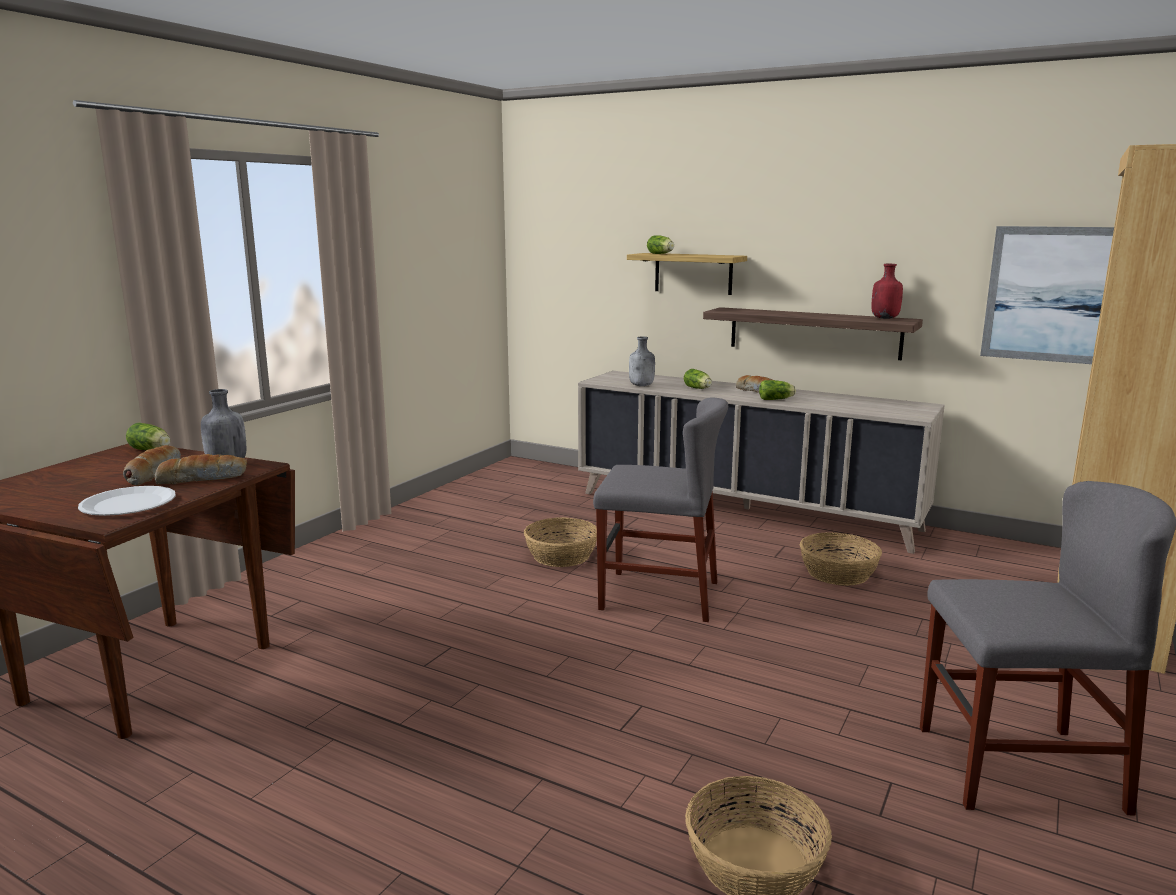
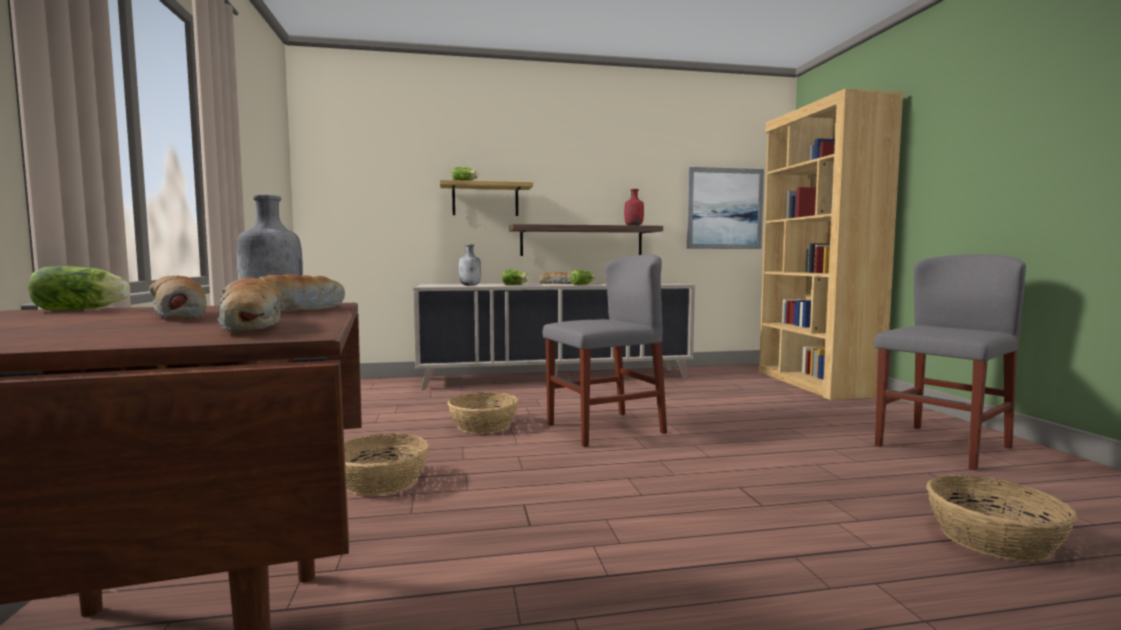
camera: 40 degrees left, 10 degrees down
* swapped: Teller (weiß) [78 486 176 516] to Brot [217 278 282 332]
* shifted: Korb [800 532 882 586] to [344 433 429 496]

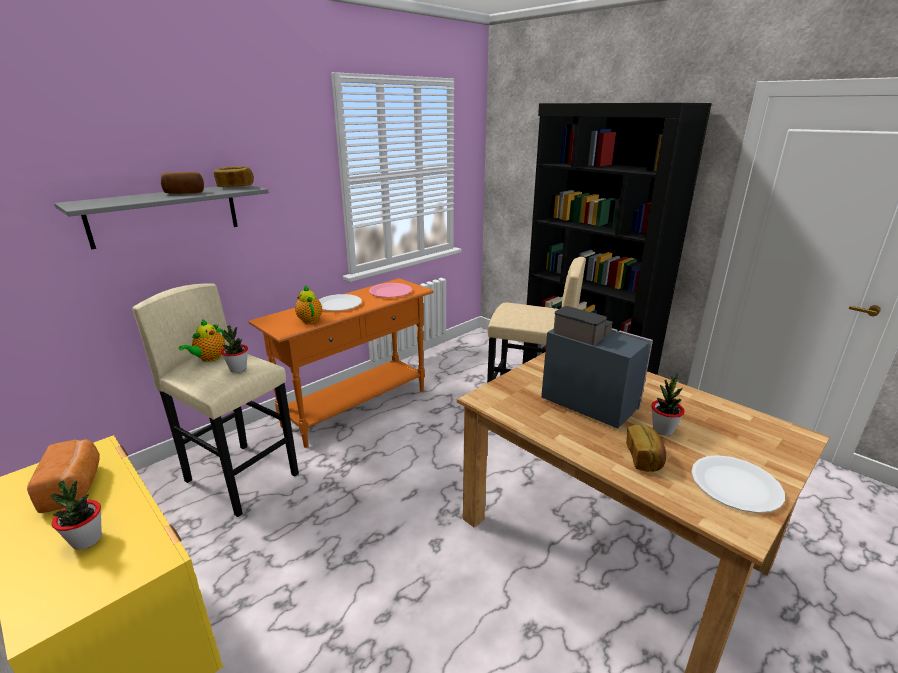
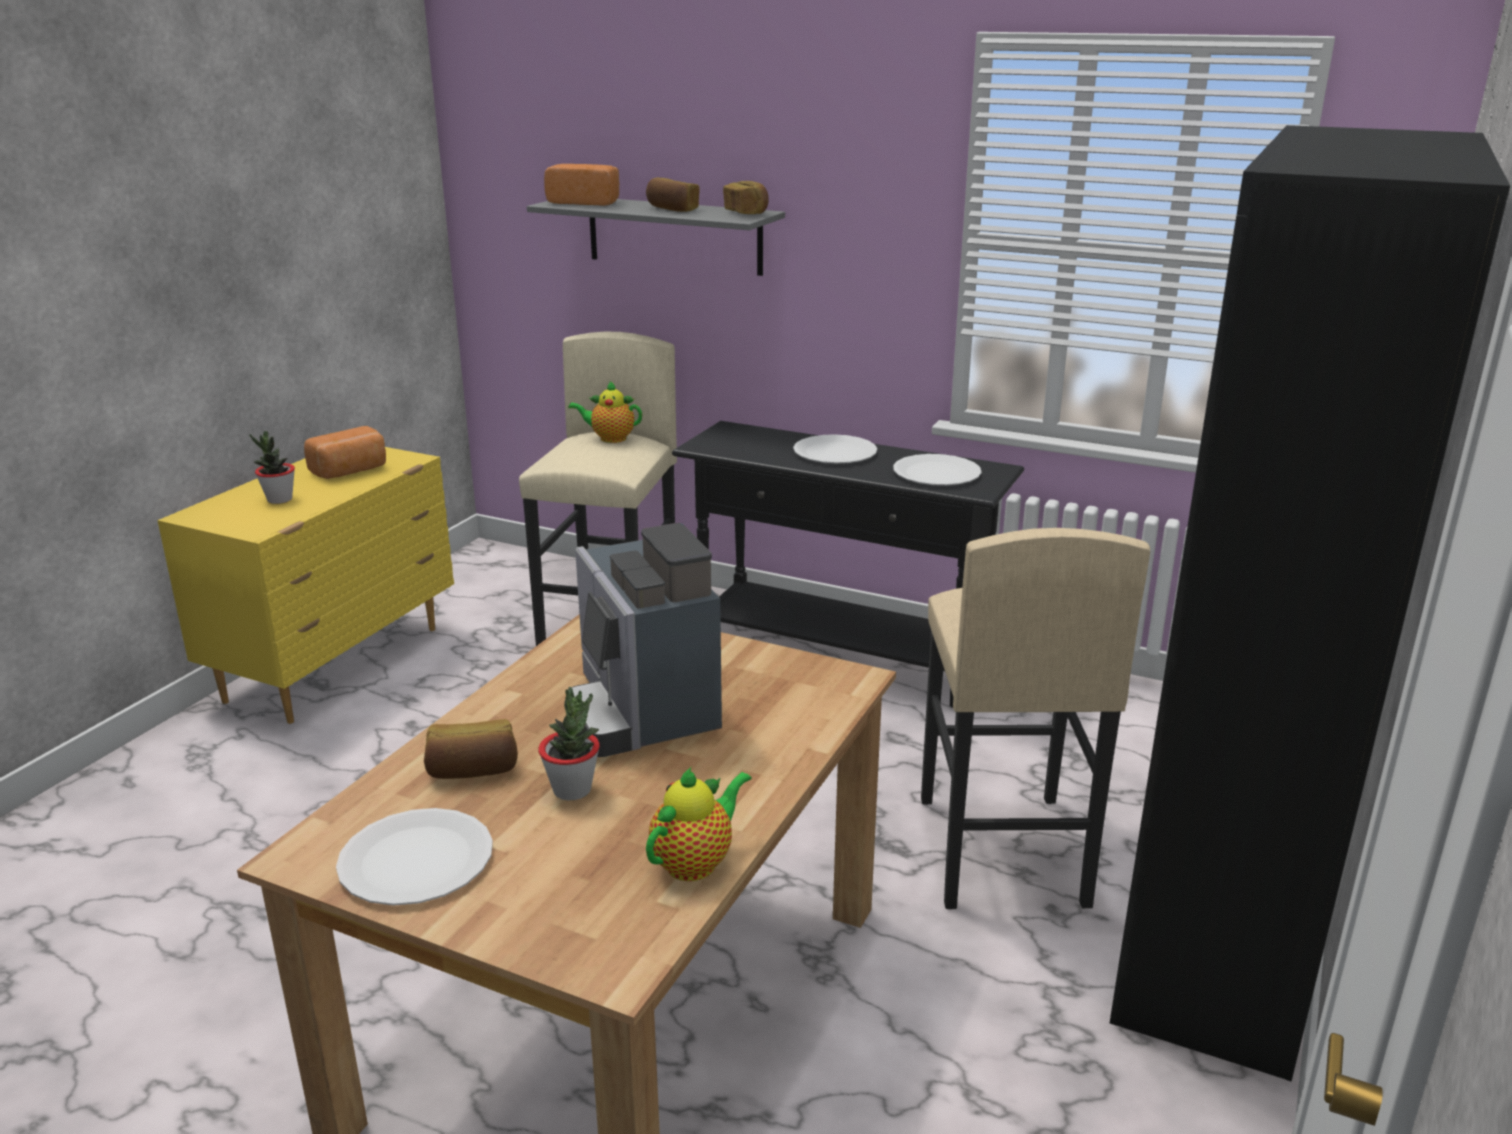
camera: 70 degrees right, 0 degrees up
* gone: Topfpflanze [221 325 248 373]
* repainted: Konsolentisch (orange) [248 278 434 448] to Konsolentisch (schwarz) [672 421 1024 708]
* shifted: Teekanne [295 285 322 324] to [646 767 752 881]
* repainted: Teller (rosa) [369 283 412 298] to Teller (weiß) [893 454 981 485]
* rotated: Kaffeemaschine [541 306 653 428] = [571 523 722 757] 135 degrees clockwise
* new: Brot [544 164 619 206]

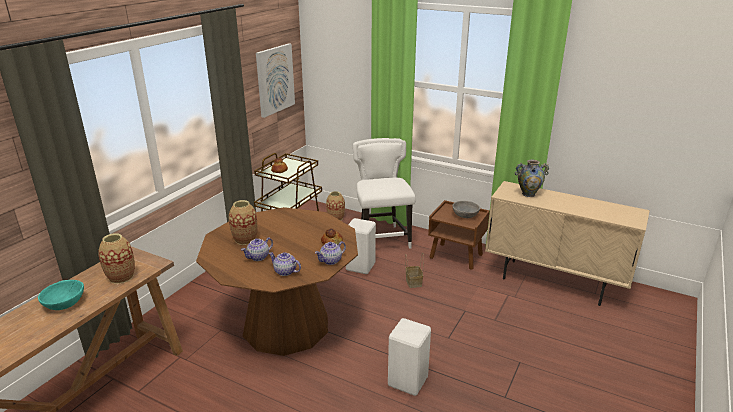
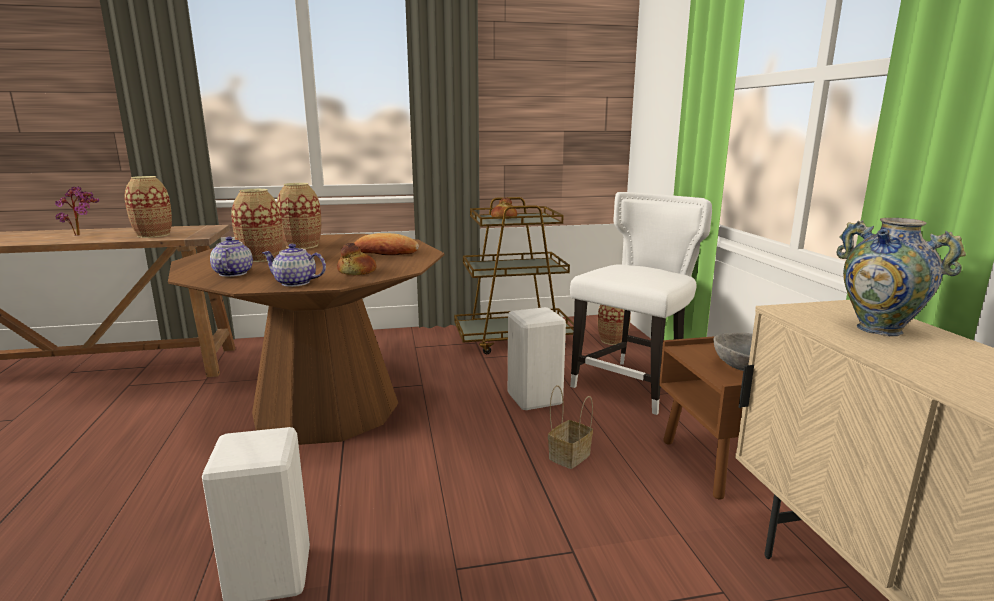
camera: 50 degrees right, 10 degrees down
* swapped: Schüssel (türkis) [38 280 84 310] to Topfpflanze [55 186 99 236]
* swapped: Teekanne [241 238 273 261] to Vase [231 189 283 262]
* gone: Bild [256 43 295 118]
* new: Brot [355 233 419 255]

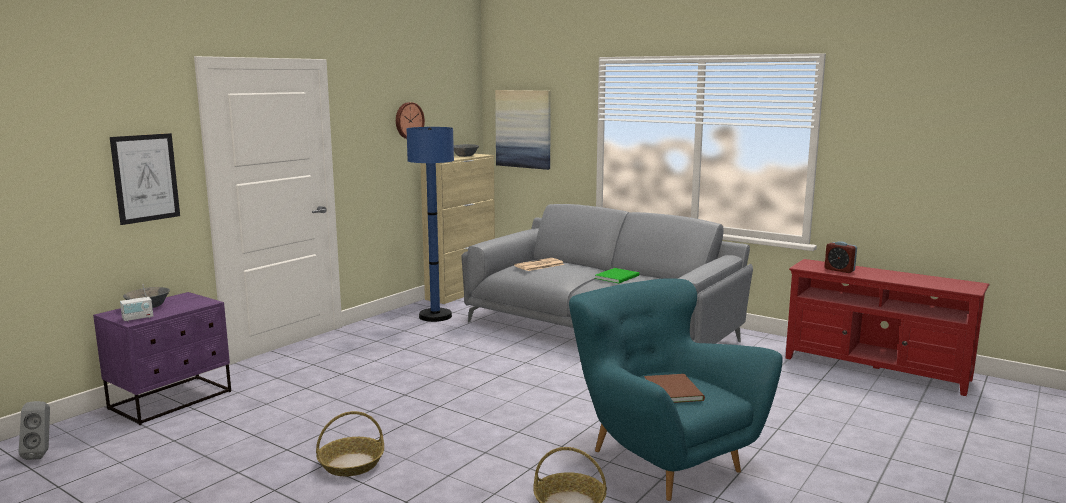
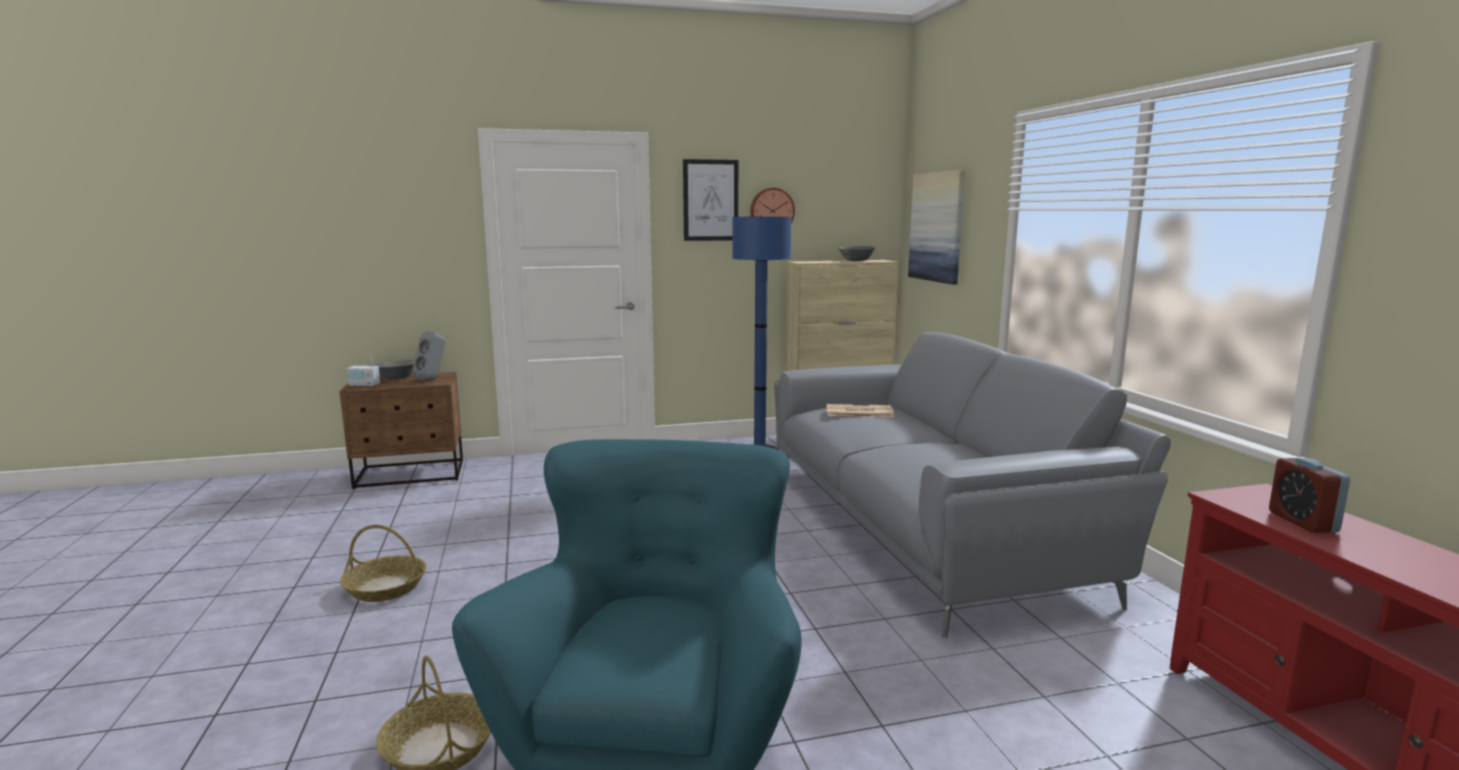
camera: 40 degrees right, 0 degrees up
* shifted: Lautsprecher (grau) [19 401 50 460] to [412 331 446 380]
* repainted: Nachttisch (lila) [93 292 231 425] to Nachttisch (braun) [340 372 463 489]
* shifted: Bild [110 133 180 225] to [683 159 738 241]
* gone: Buch (grün) [595 268 639 283]
* gone: Buch (braun) [644 374 705 403]

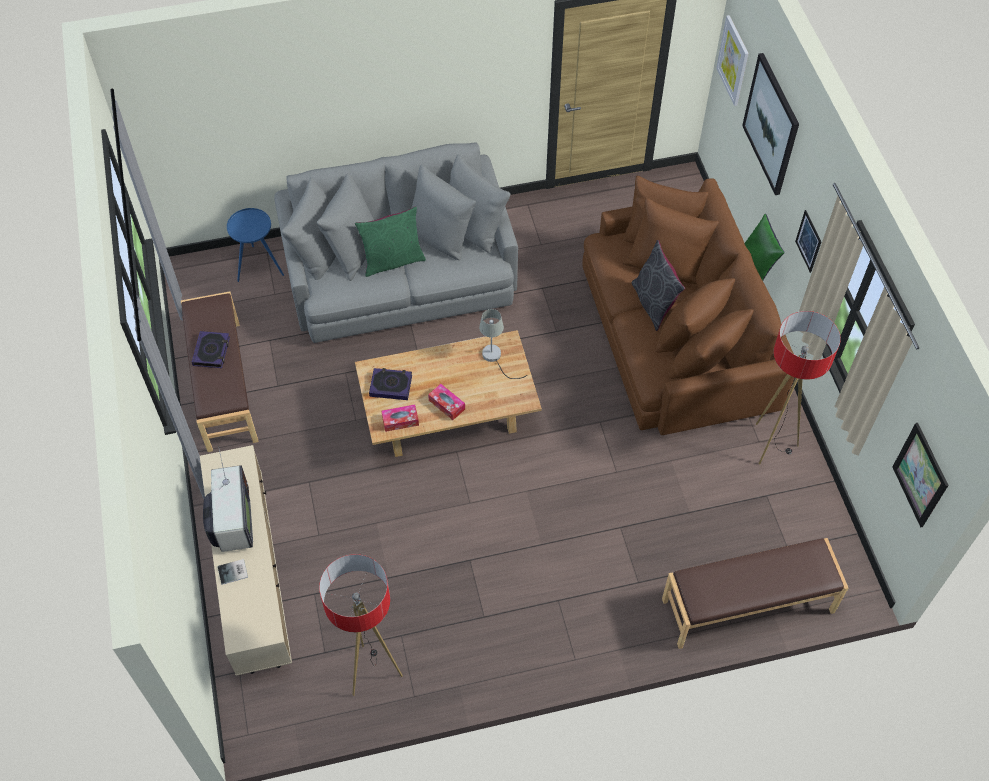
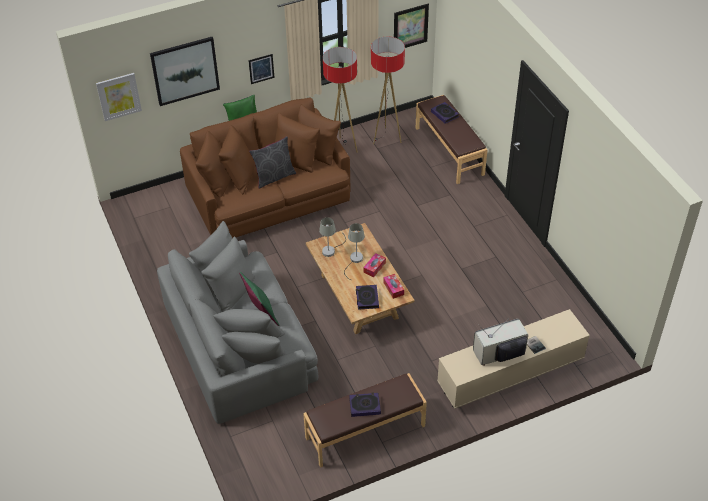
camera: 100 degrees left, 10 degrees down
* gone: Beistelltisch (blau) [227 208 284 282]
* shifted: Stehlampe [319 554 403 696] to [371 37 405 144]
* new: Tischlampe (grau) [344 223 365 280]
* new: Buch [431 102 459 124]

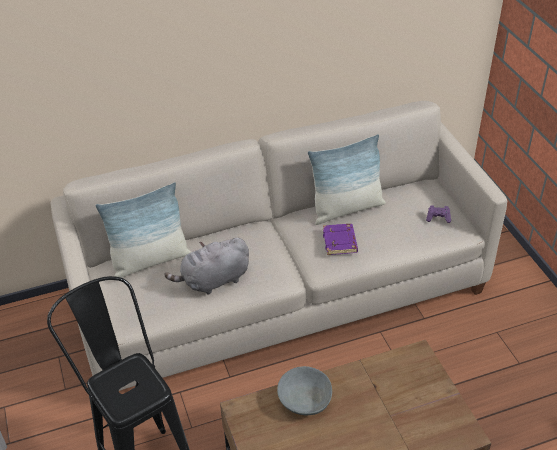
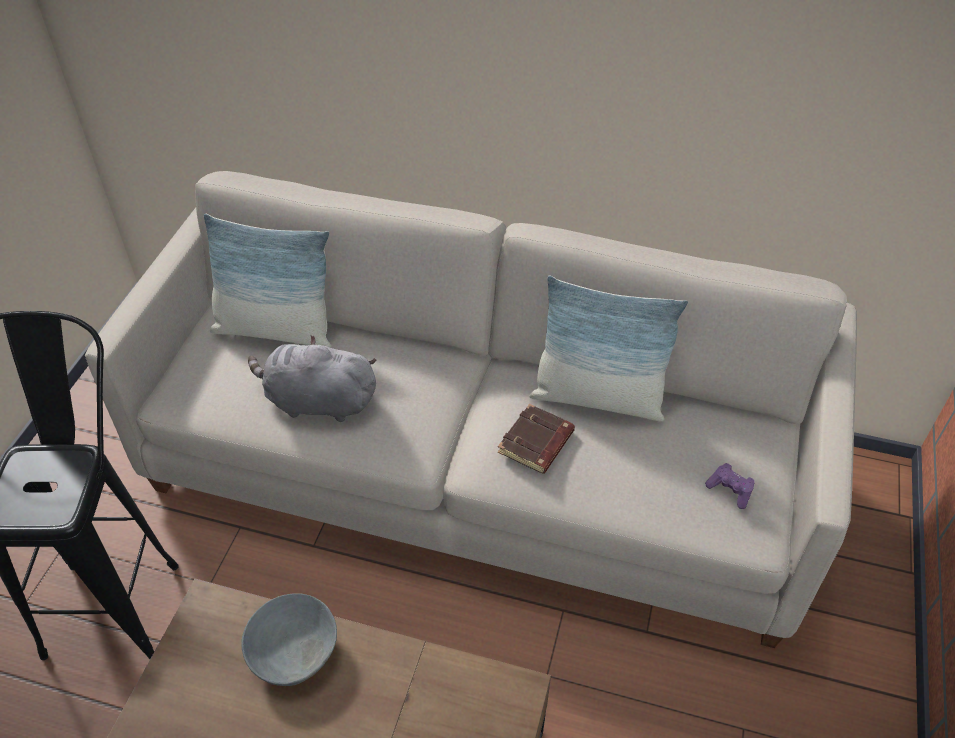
camera: 35 degrees right, 5 degrees up
* repainted: Buch (lila) [323 224 358 255] to Buch (braun) [498 404 575 474]

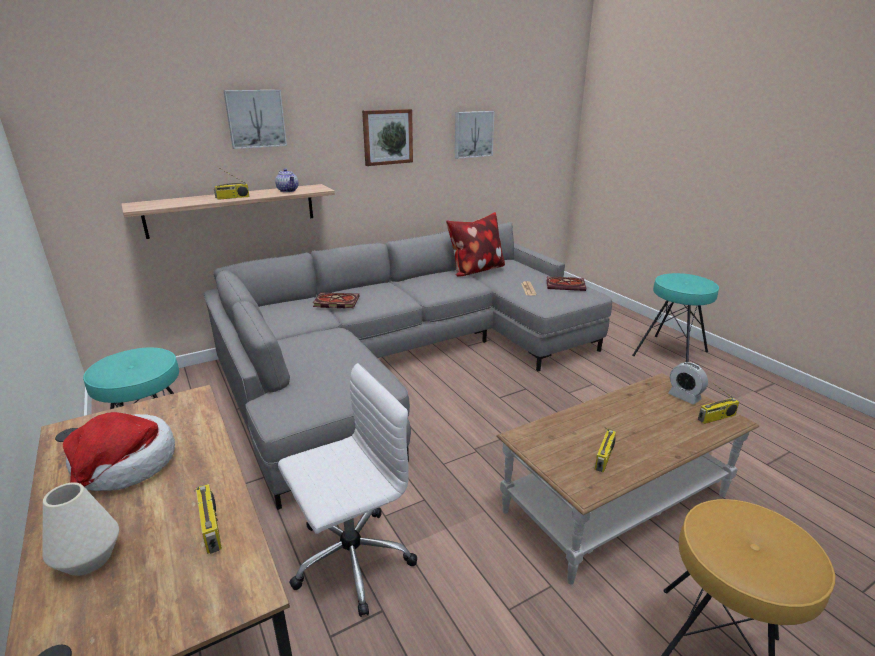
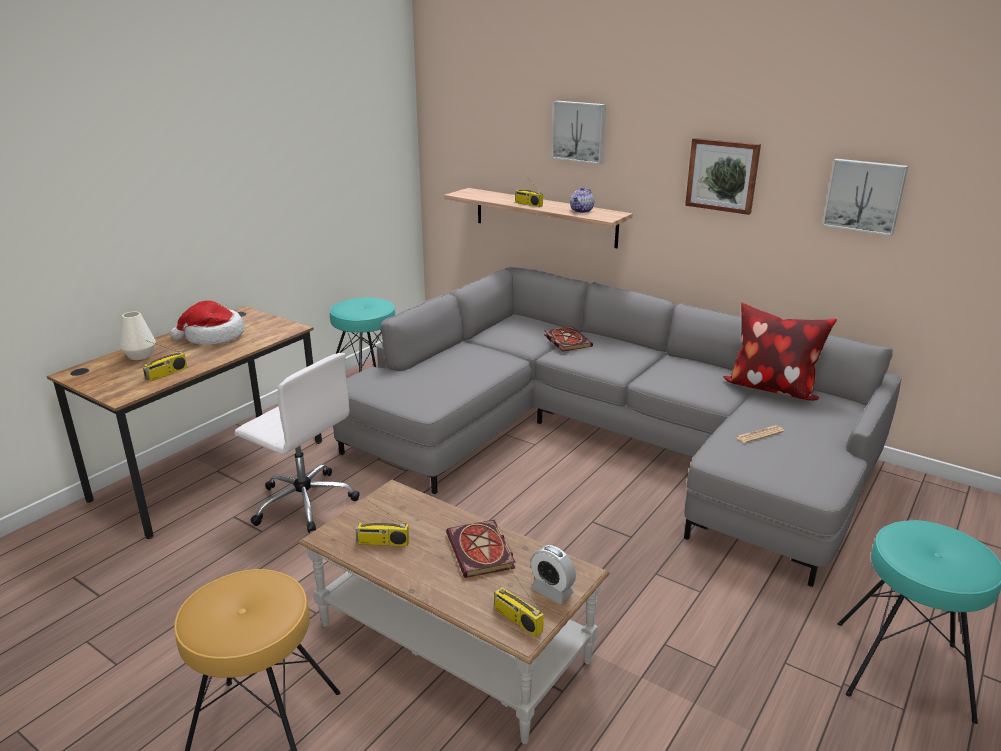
camera: 65 degrees right, 0 degrees up
* shifted: Buch [546 277 586 291] to [446 520 516 578]
* rotated: Wecker [668 362 708 405] = [531 545 576 604] 75 degrees counterclockwise

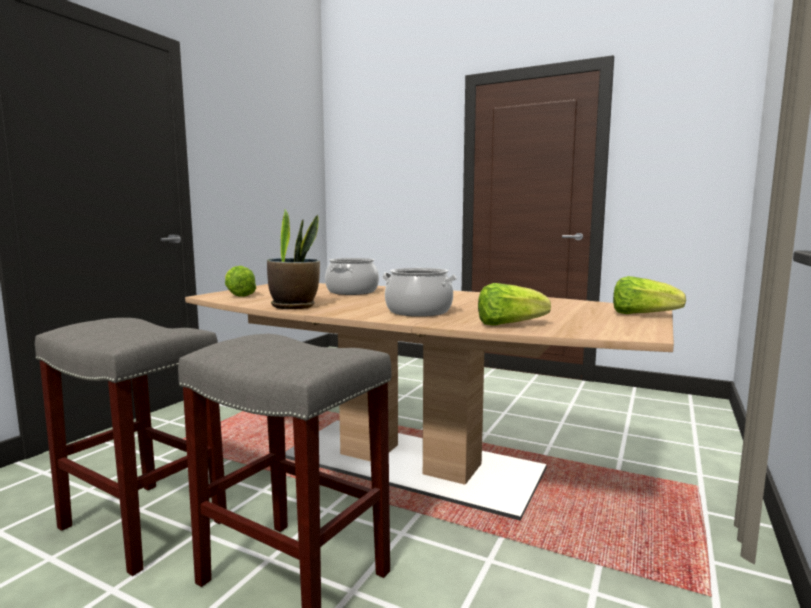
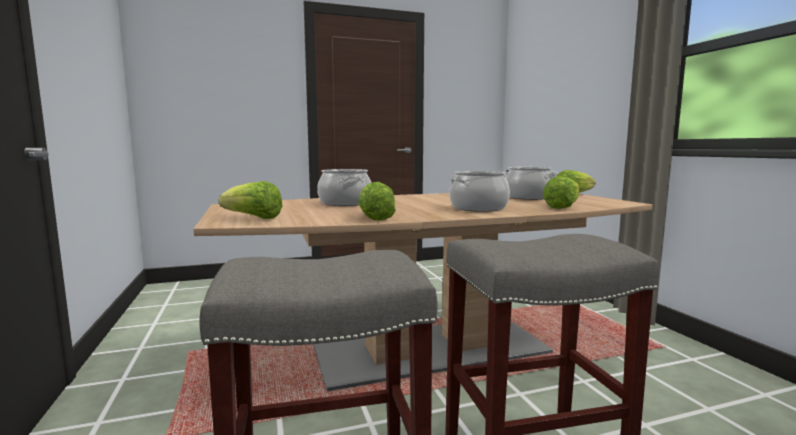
camera: 45 degrees left, 0 degrees up
* swapped: Topfpflanze [267 209 320 309] to Salatkopf [358 182 396 221]
* new: Kochtopf [504 167 558 200]

